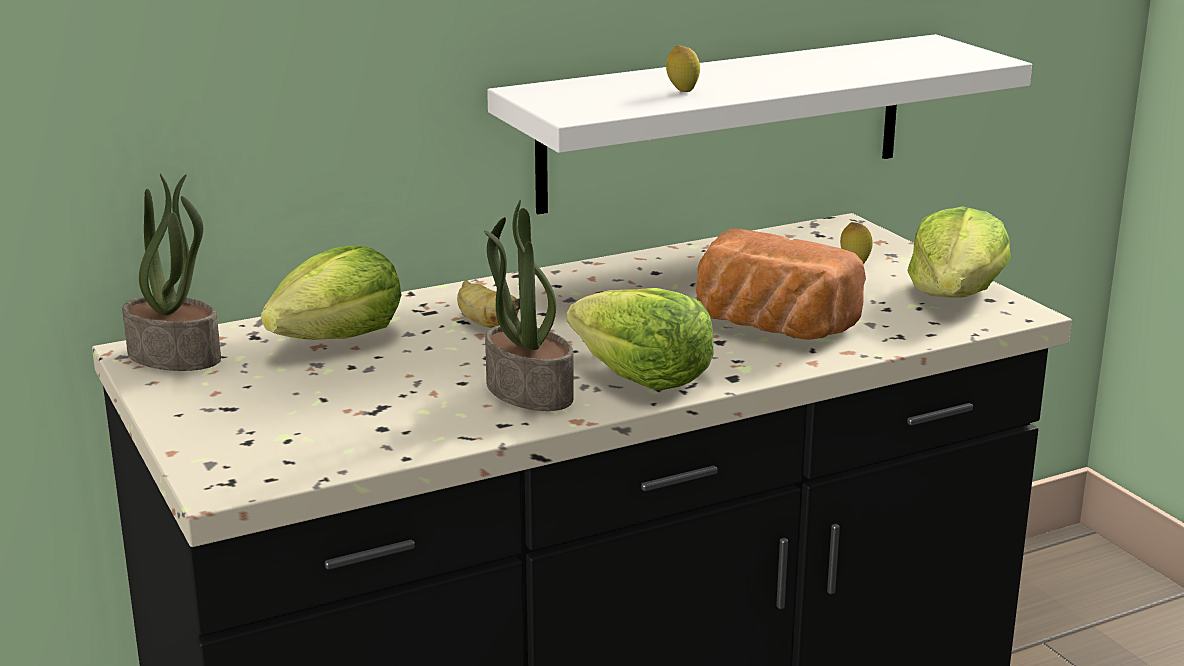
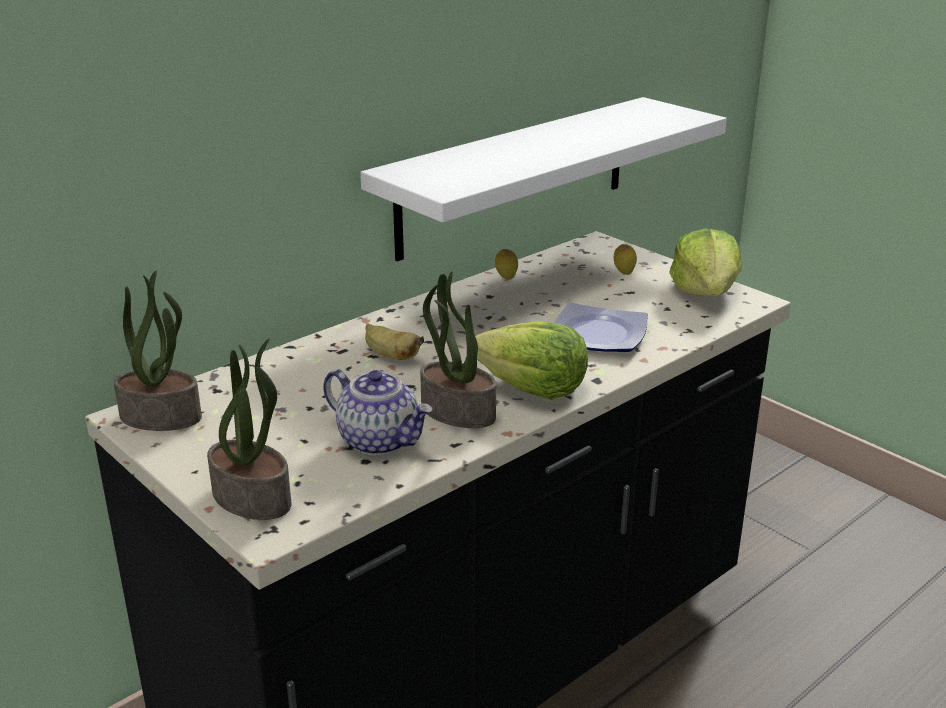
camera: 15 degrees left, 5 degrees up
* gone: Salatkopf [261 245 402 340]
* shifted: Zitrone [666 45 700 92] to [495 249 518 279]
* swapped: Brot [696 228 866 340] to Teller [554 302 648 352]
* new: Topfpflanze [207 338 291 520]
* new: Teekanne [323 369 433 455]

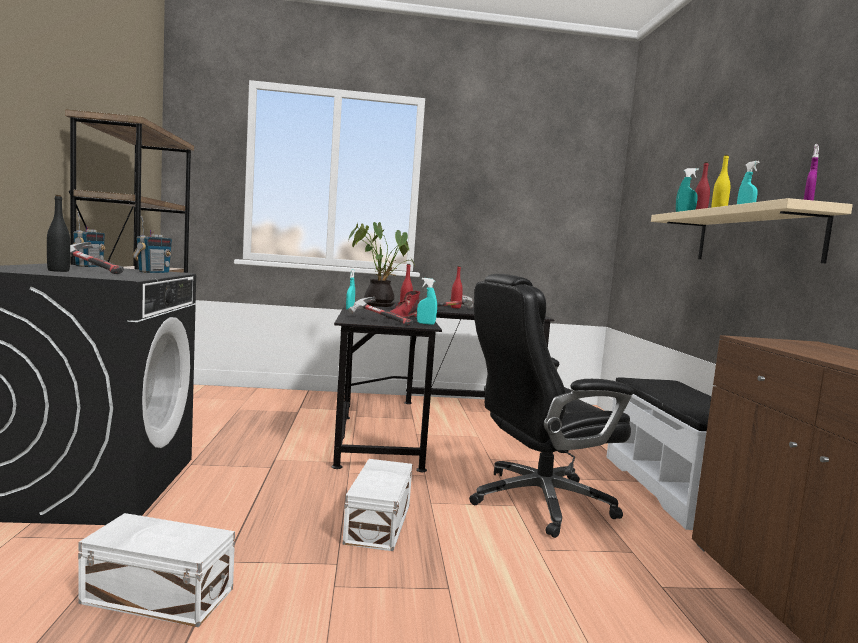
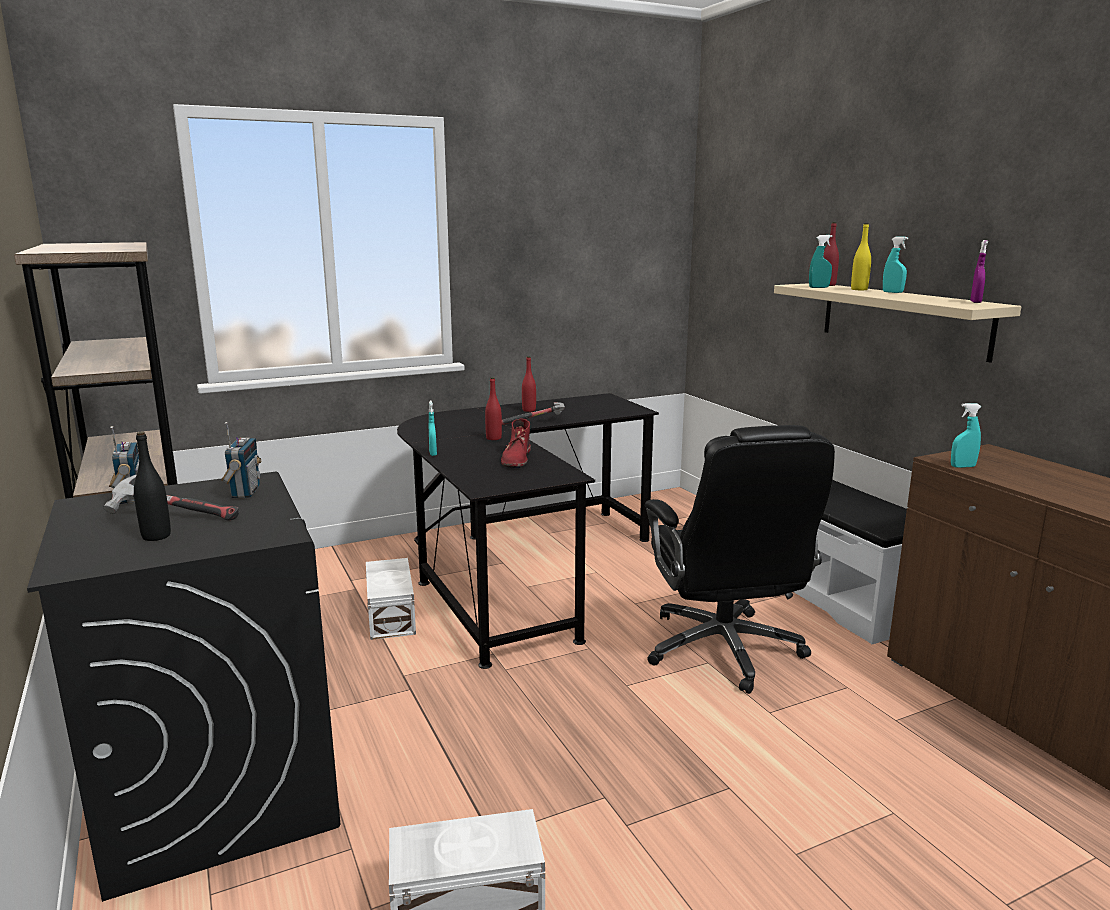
camera: 20 degrees left, 10 degrees up
* shifted: Aufbewahrungsbox (weiß) [343 459 412 551] to [366 558 416 640]
* gone: Hammer [348 297 413 326]
* gone: Topfpflanze [349 222 416 307]
* shifted: Sprühflasche (türkis) [417 278 437 325] to [951 403 981 468]
* rotated: Bürostuhl (schwarz) [469 274 634 538] = [645 425 835 694] 60 degrees counterclockwise

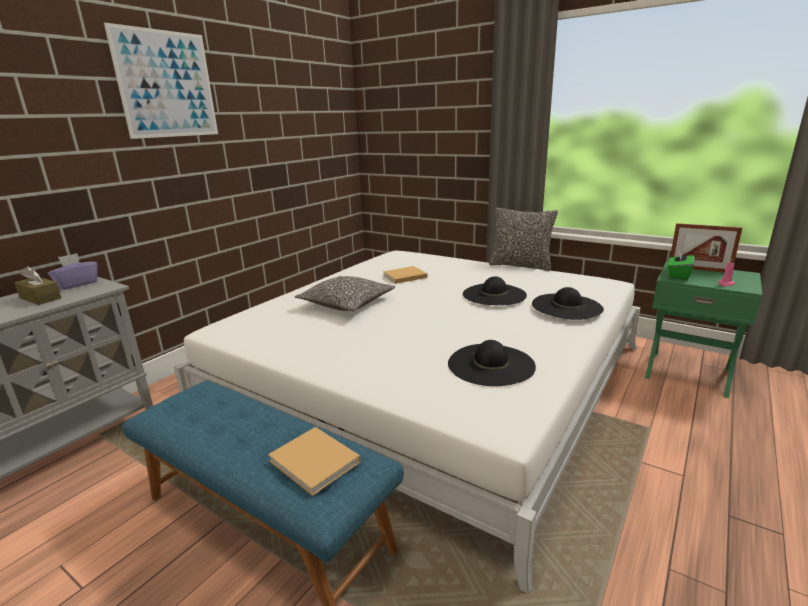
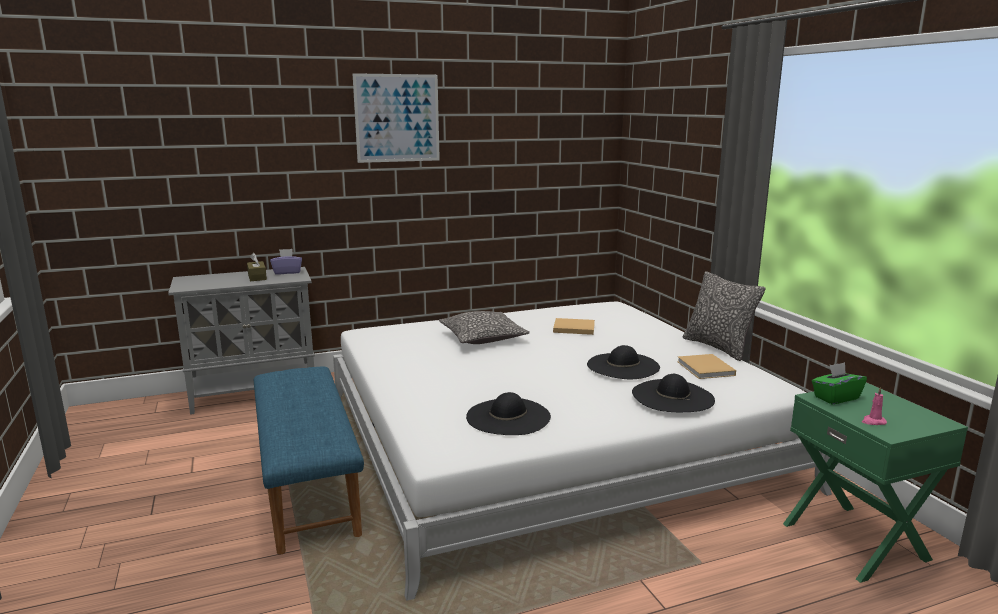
camera: 35 degrees right, 5 degrees down
* shifted: Buch (beige) [268 427 361 496] to [677 354 736 379]
* gone: Bilderrahmen [670 223 742 273]

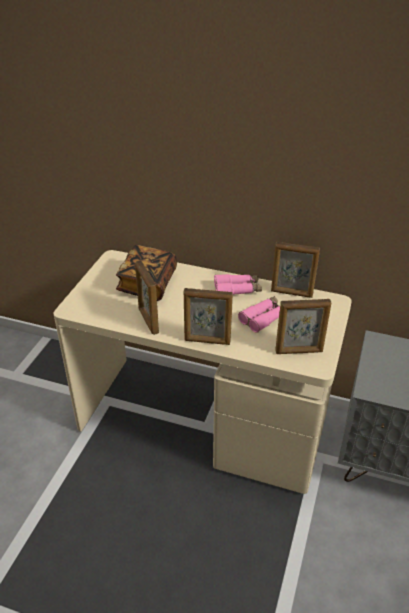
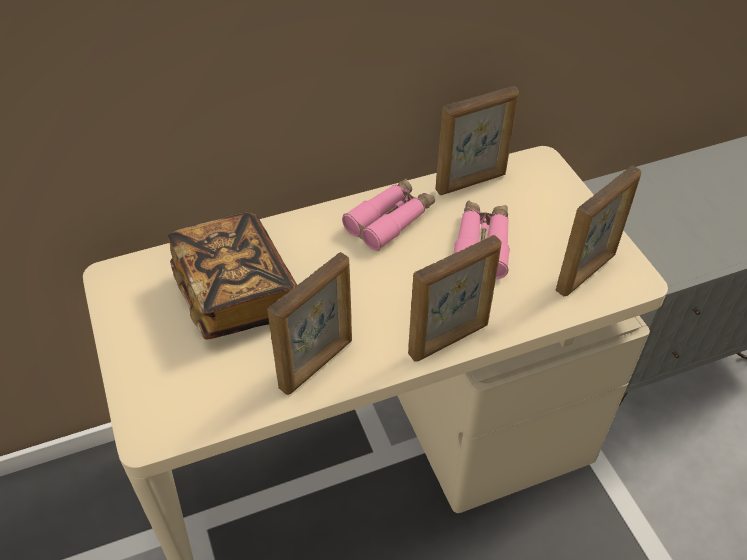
camera: 40 degrees left, 10 degrees up
* rotated: Bilderrahmen [135 260 159 335] = [267 252 352 395] 75 degrees counterclockwise

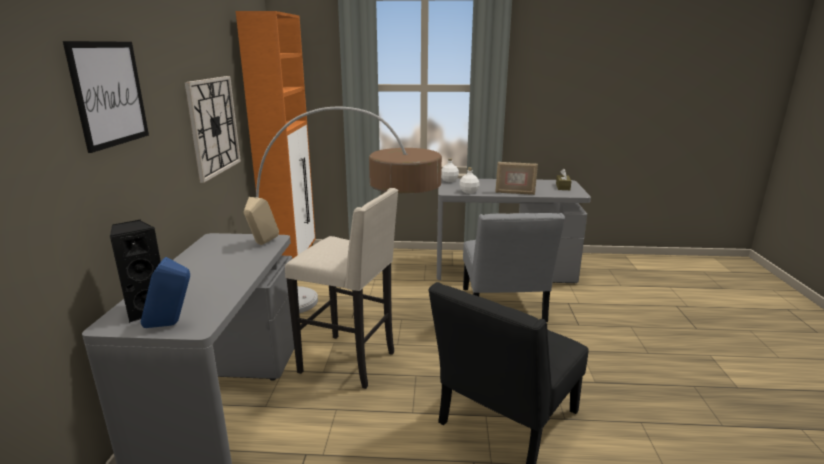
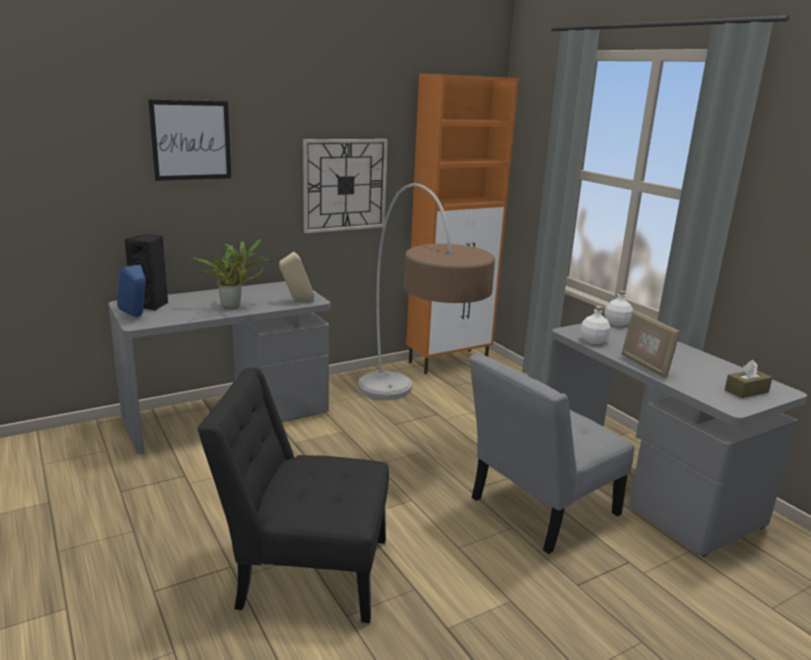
camera: 55 degrees right, 0 degrees up
* gone: Hocker (beige) [285 188 398 389]
* new: Topfpflanze [190 239 273 309]

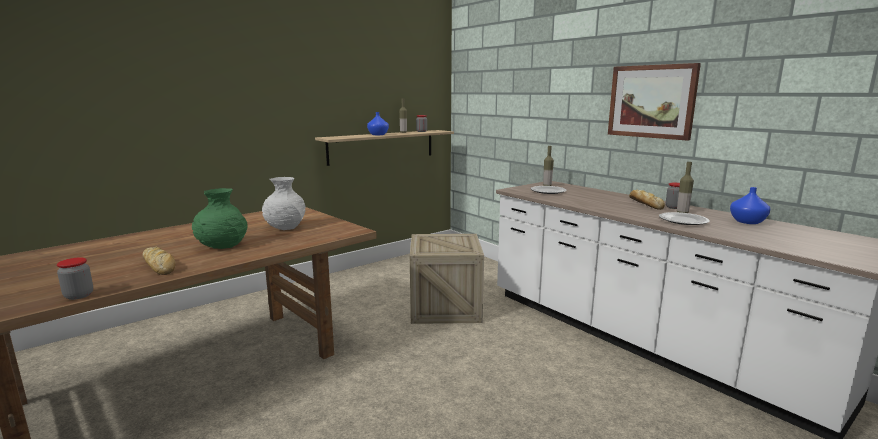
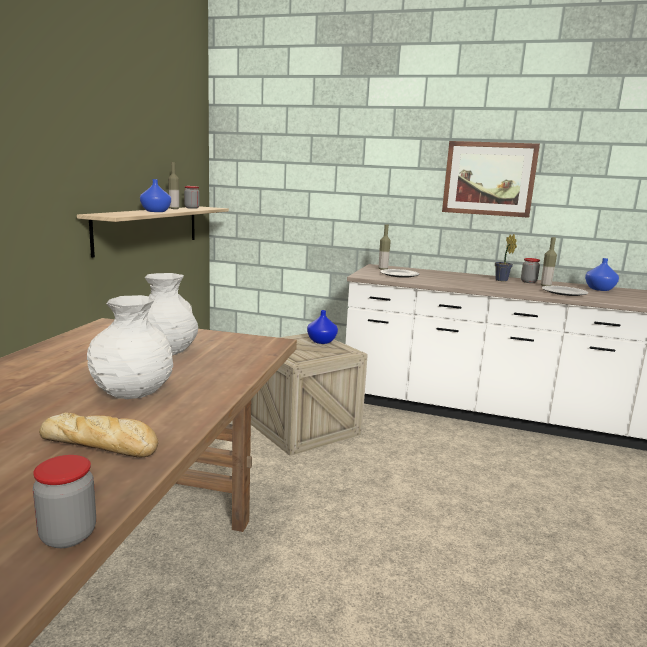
camera: 35 degrees left, 0 degrees up
* repainted: Vase (grün) [192 188 248 249] to Vase (weiß) [87 295 173 399]
* swapped: Brot [629 190 665 210] to Topfpflanze [495 234 517 282]
* new: Vase (blau) [307 310 338 344]

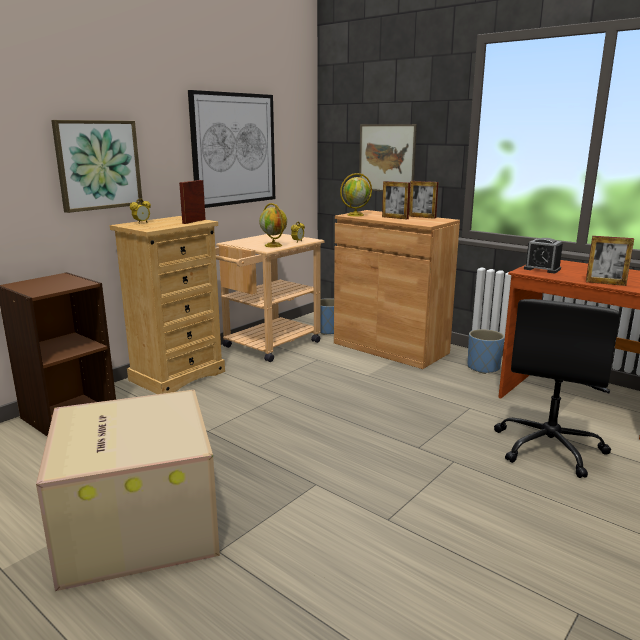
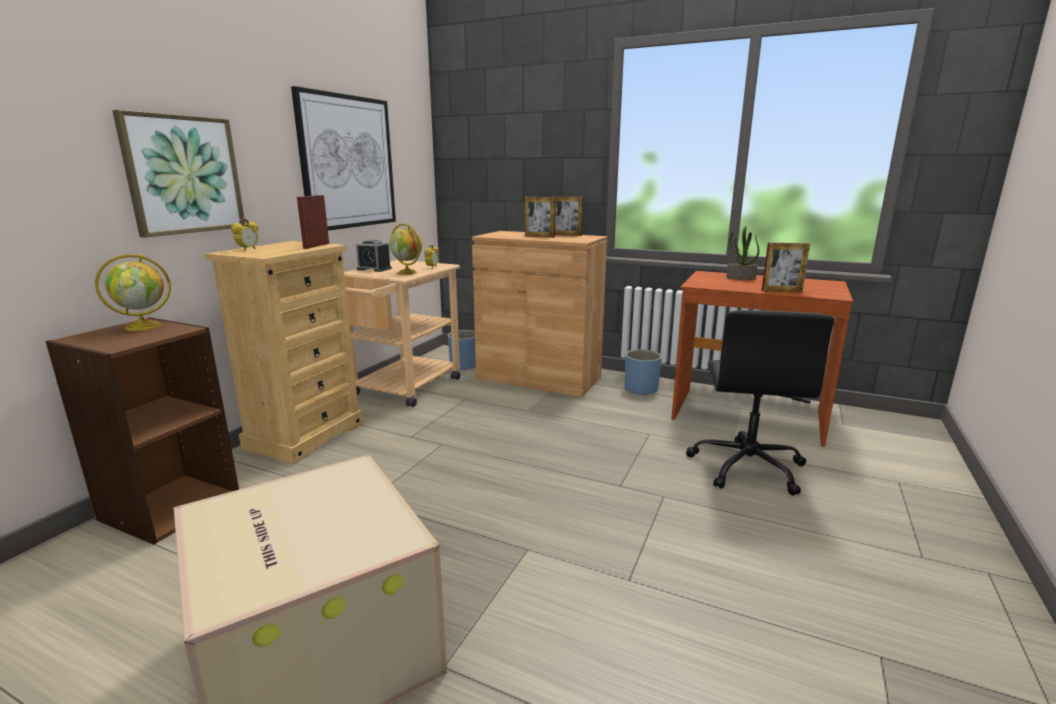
camera: 15 degrees left, 0 degrees up
* shifted: Globus [340 173 372 216] to [95 254 171 331]
* gone: Bild [359 124 417 192]
* shifted: Wecker [524 238 563 273] to [356 240 392 272]
* new: Topfpflanze [727 226 760 280]

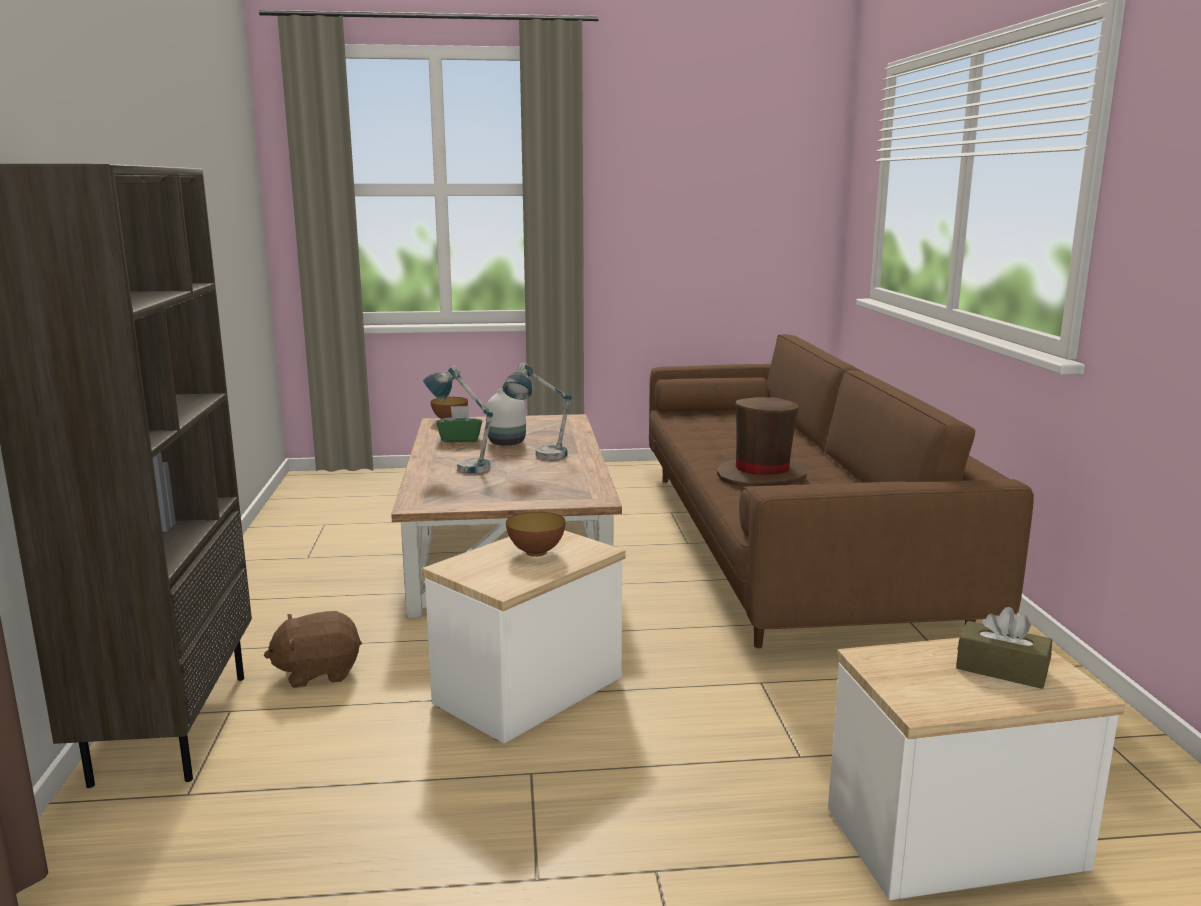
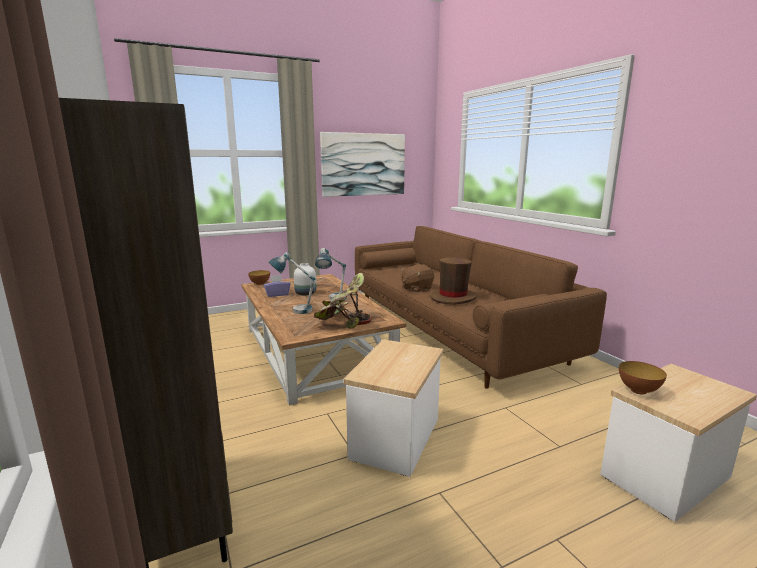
camera: 20 degrees left, 0 degrees up
* shifted: Plüschtier (braun) [264 611 362 688] to [401 264 434 292]
* repainted: Taschentuchbox (grün) [436 406 482 442] to Taschentuchbox (lila) [263 275 290 297]
* shifted: Schüssel [506 512 566 557] to [619 361 667 395]
* gone: Taschentuchbox (braun) [956 607 1053 689]
* new: Topfpflanze [314 273 372 329]
* new: Bild [320 132 405 197]

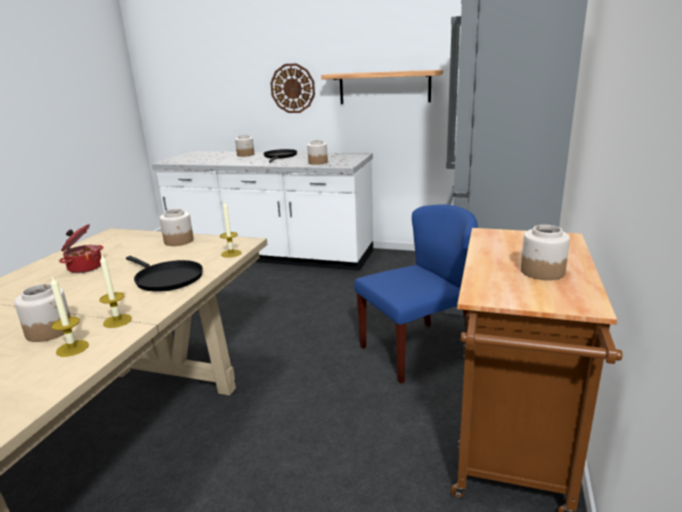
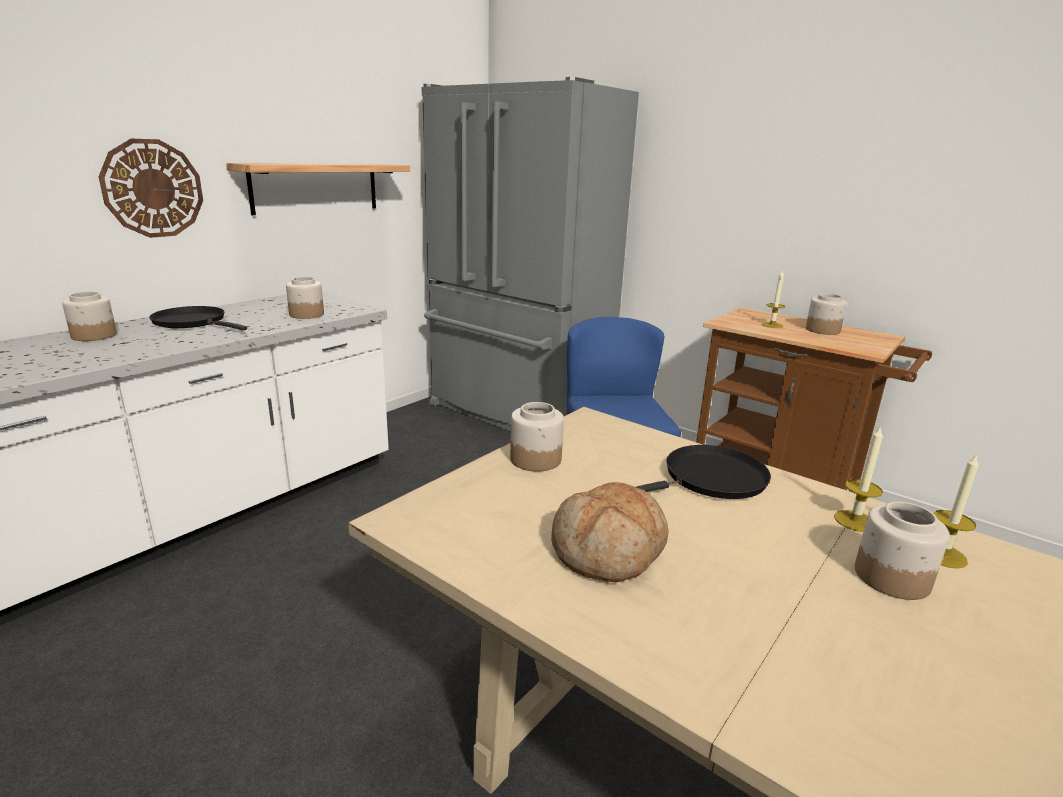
camera: 70 degrees left, 0 degrees up
* swapped: Kochtopf [59 224 103 273] to Brot [551 482 669 582]
* shifted: Kerze [220 201 241 258] to [762 269 786 328]

